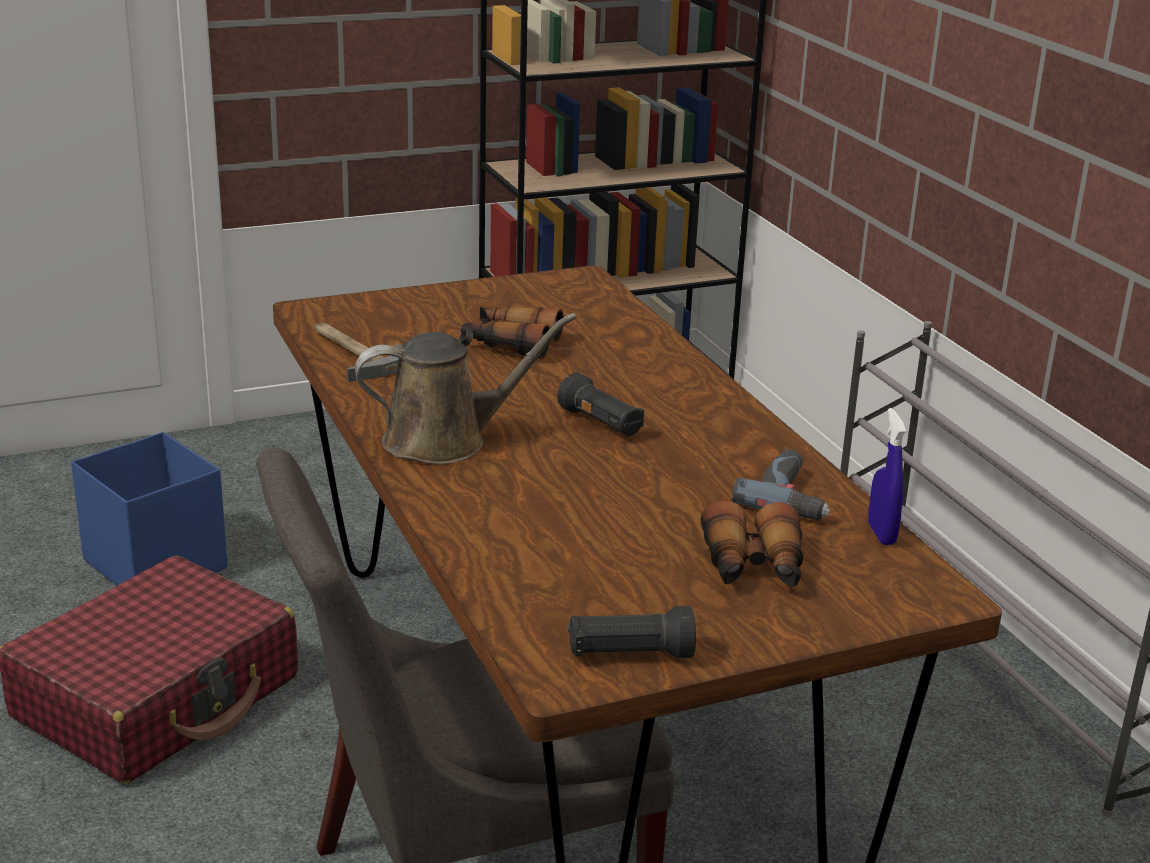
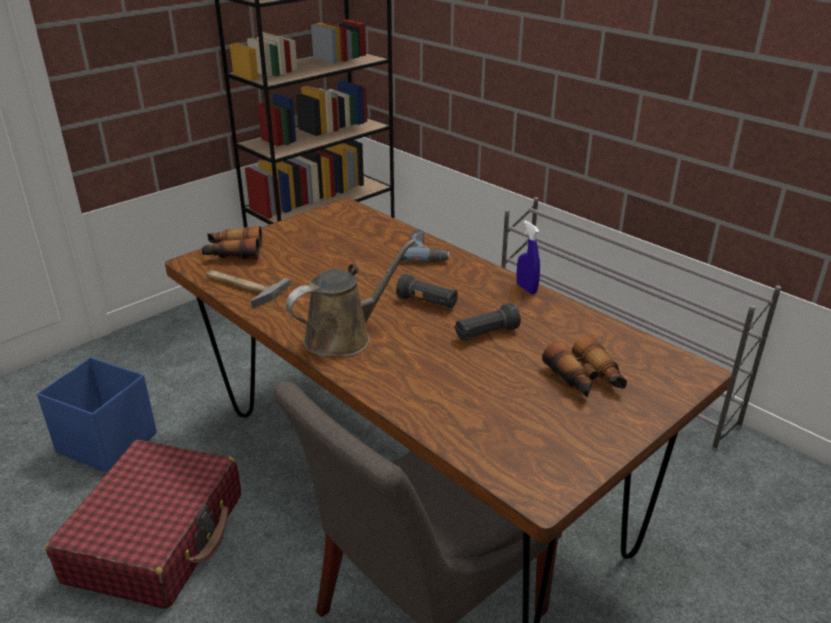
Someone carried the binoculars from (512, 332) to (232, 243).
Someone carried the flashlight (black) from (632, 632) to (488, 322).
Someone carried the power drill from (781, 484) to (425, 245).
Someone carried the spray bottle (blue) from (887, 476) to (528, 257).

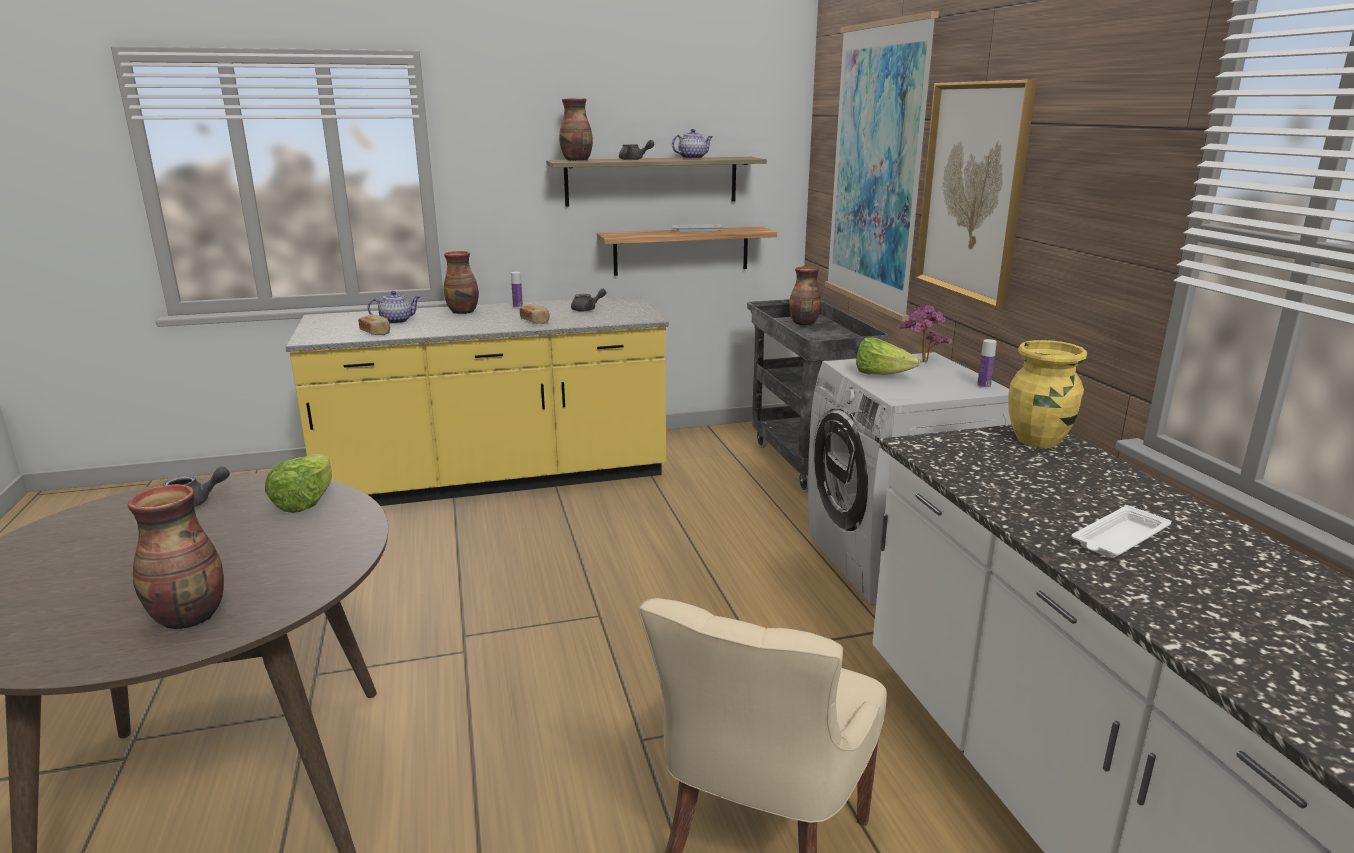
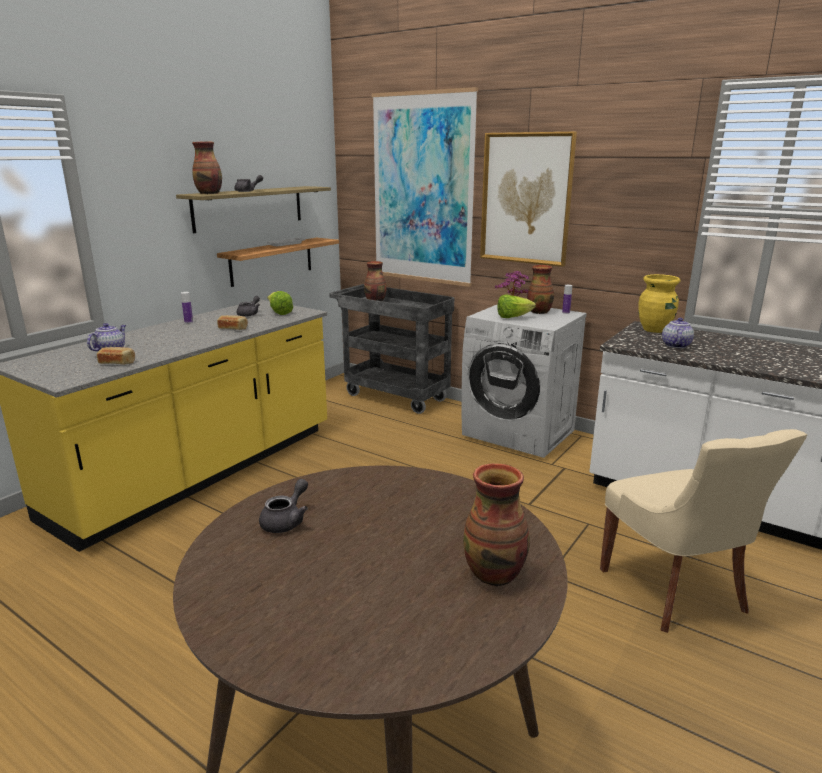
Someone took away the tray (white) at (1121, 531).
Someone carried the lettuce from (298, 483) to (280, 303).
Someone carried the vase from (461, 282) to (540, 289).
Someone carried the teapot from (692, 144) to (678, 333).

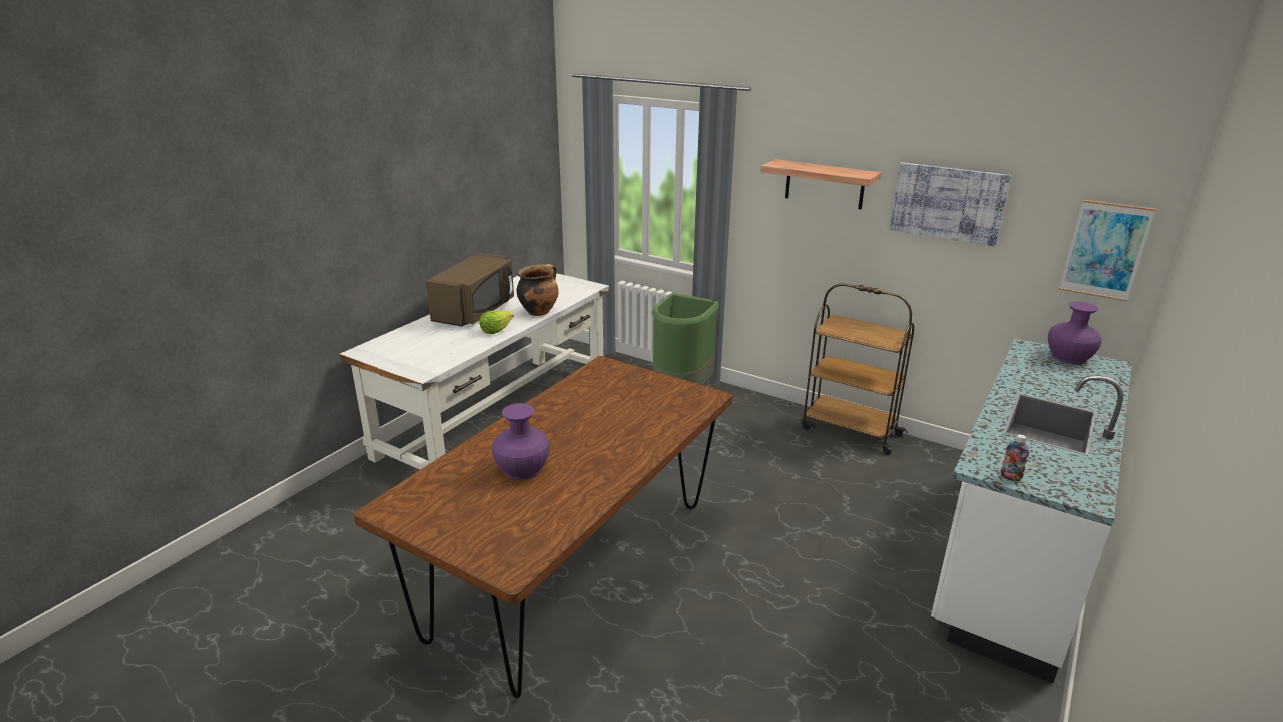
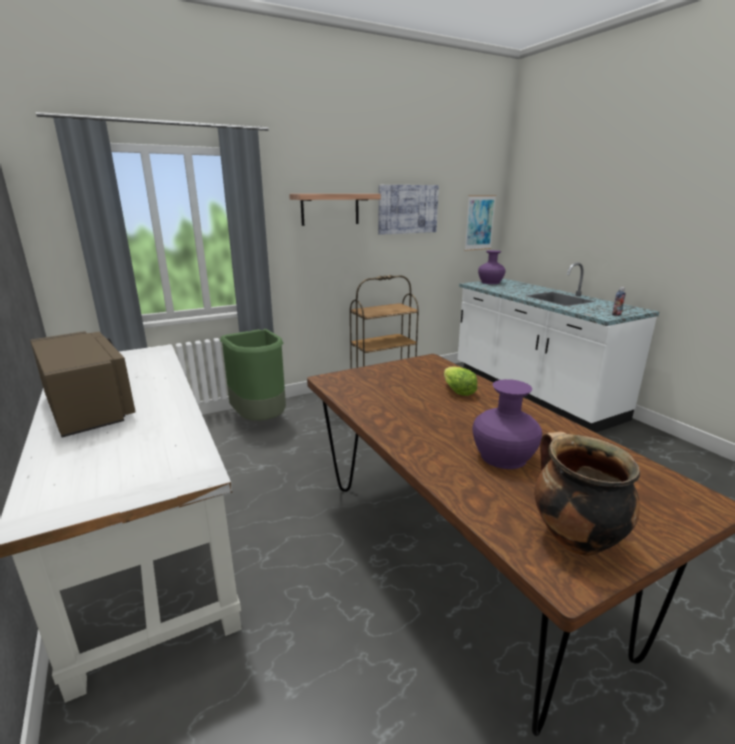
Someone carried the lettuce from (496, 322) to (460, 381).
Someone carried the cooking pot from (537, 290) to (587, 493).

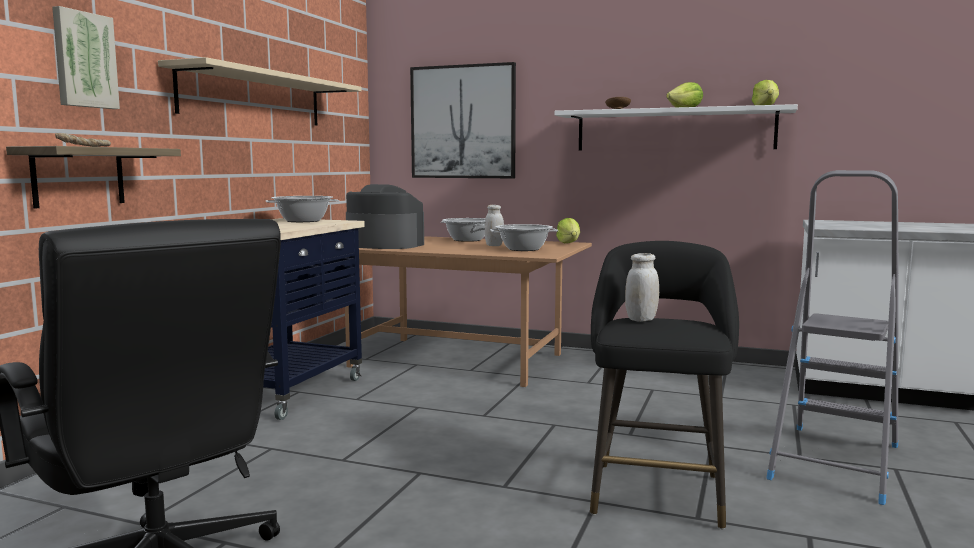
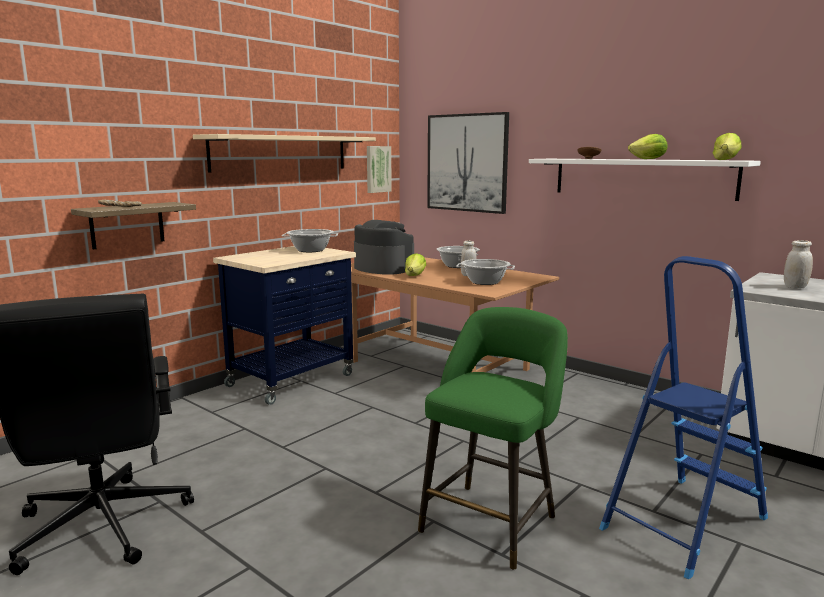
Someone carried the picture from (86, 57) to (379, 169).
Someone carried the lettuce from (568, 230) to (415, 264).
Someone carried the jar (white) from (642, 287) to (798, 264).
Someone repainted the stool (black) at (664, 385), which became the stool (green) at (493, 438).
Someone repainted the step ladder (grey) at (832, 337), which became the step ladder (blue) at (683, 417).

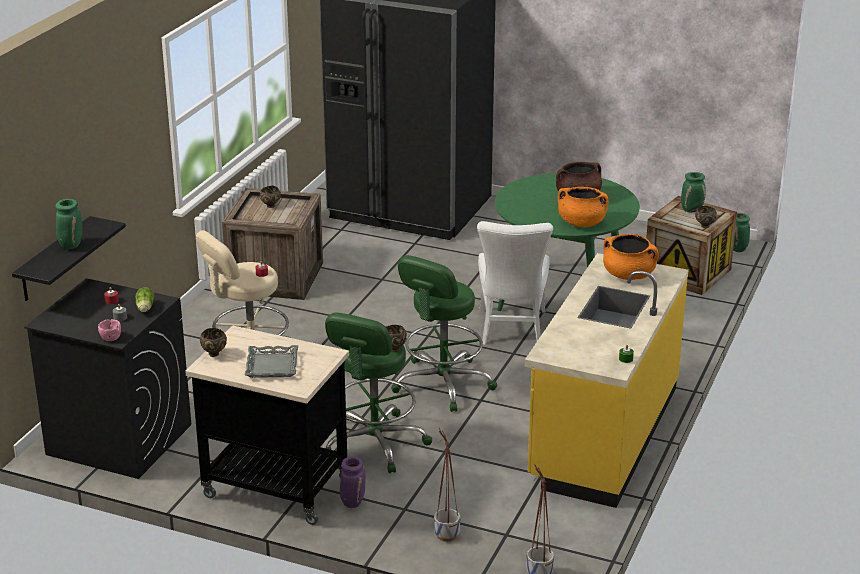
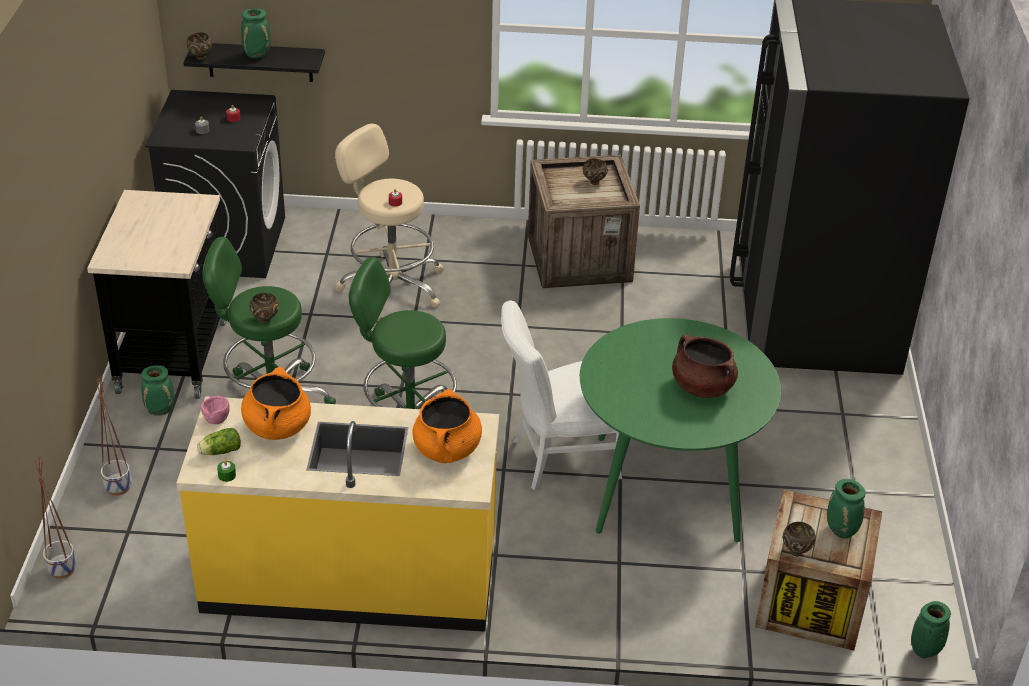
Someone took away the tray (grey) at (271, 361).
Someone carried the bowl (pink) from (109, 330) to (215, 410).
Someone carried the lettuce from (144, 299) to (219, 441).
Someone carried the bowl (brown) from (213, 342) to (199, 46).
Someone carried the cooking pot (orange) from (583, 207) to (276, 403).
Someone repainted the vase (purple) at (352, 482), which became the vase (green) at (158, 390).

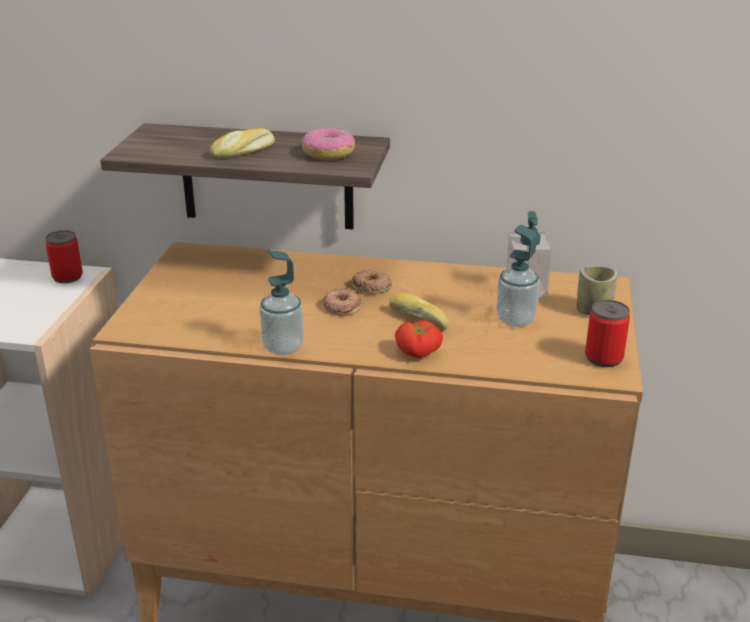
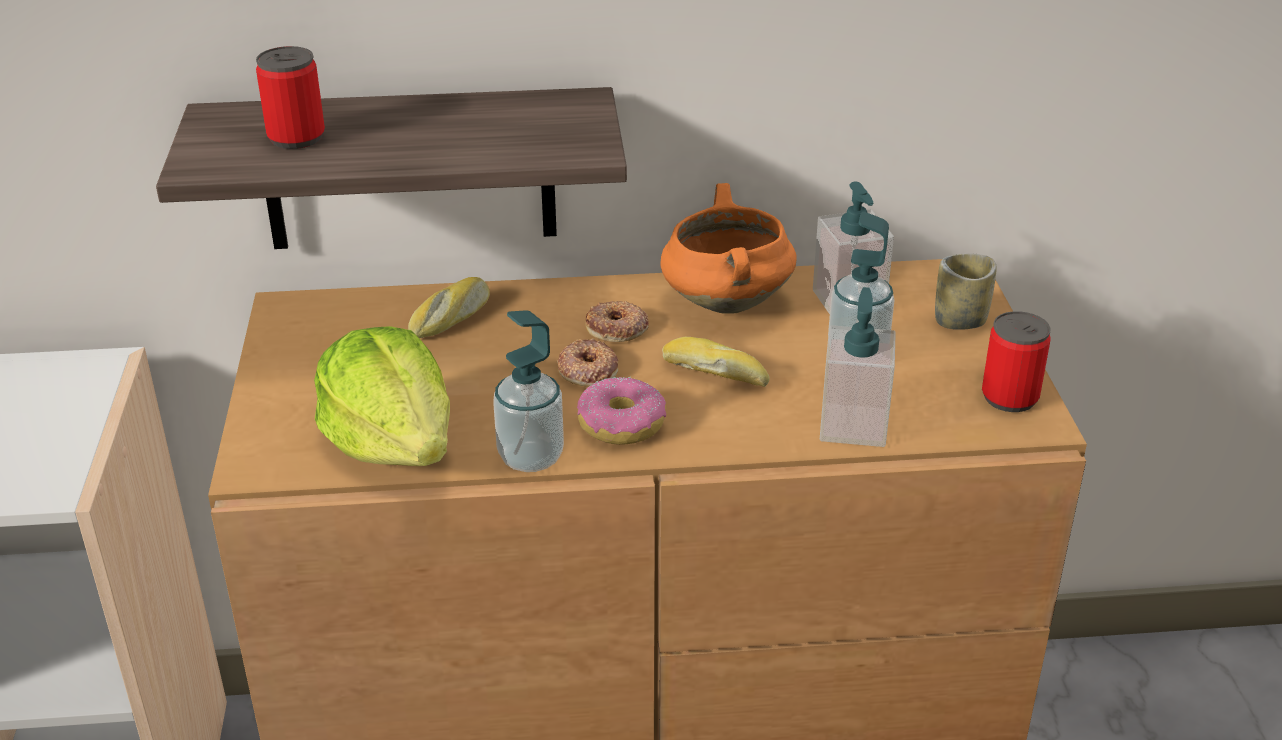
Someone took away the tomato at (419, 339).
Someone put down the lettuce at (382, 396).
Someone put down the cooking pot (orange) at (728, 248).
Someone put down the soap dispenser at (858, 367).
Someone carried the can from (64, 256) to (290, 97).
Someone carried the bread from (242, 143) to (449, 307).
Someone carried the donut from (328, 143) to (621, 411).

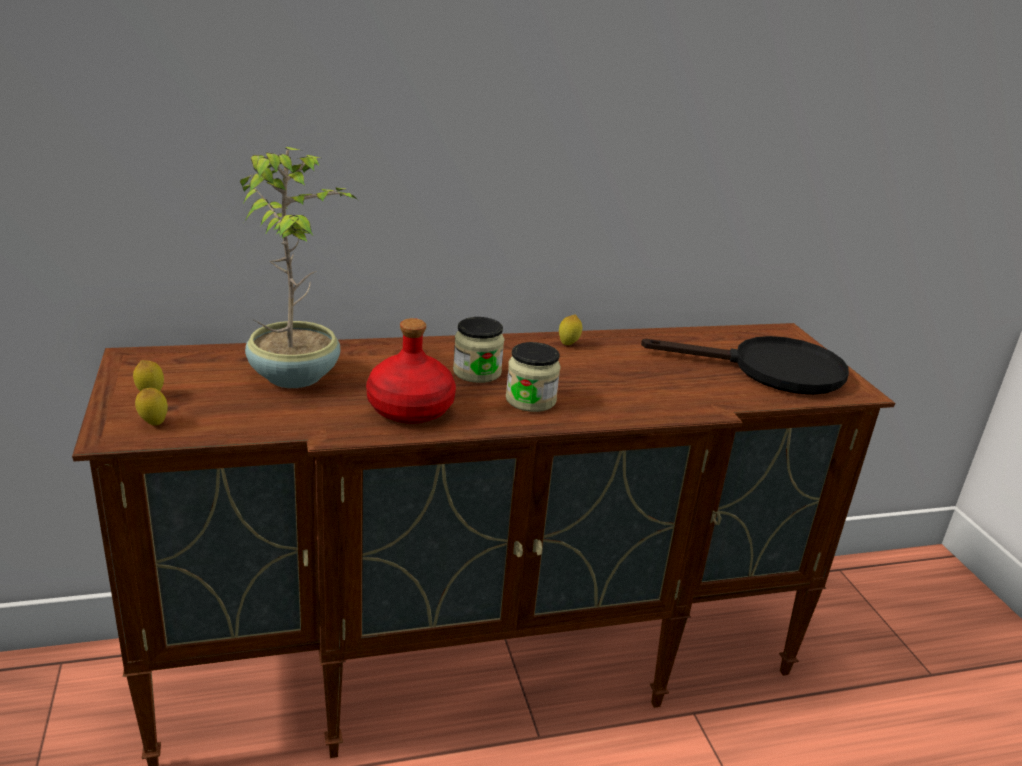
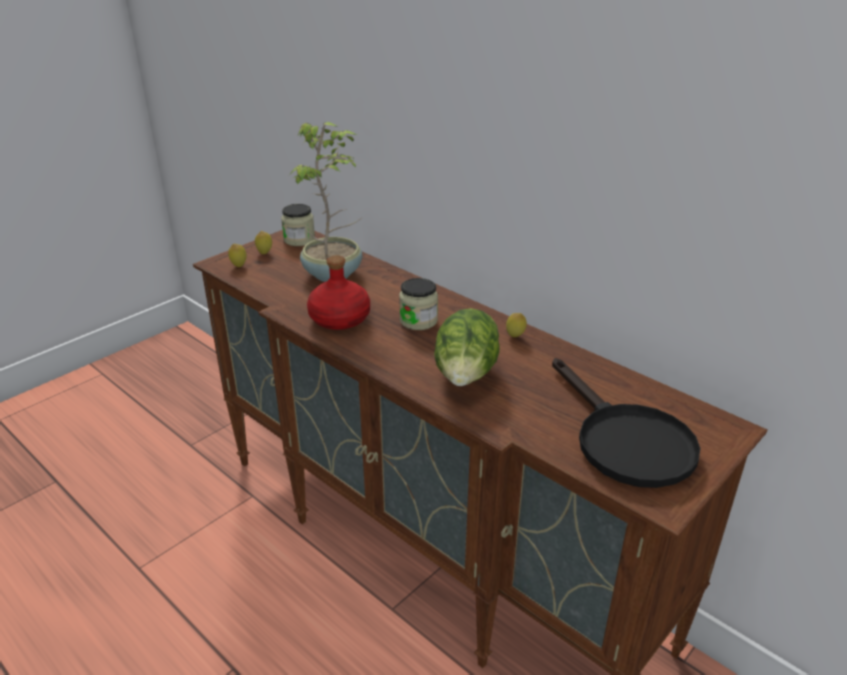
Someone put down the lettuce at (467, 347).
Someone carried the jar from (533, 377) to (298, 225).

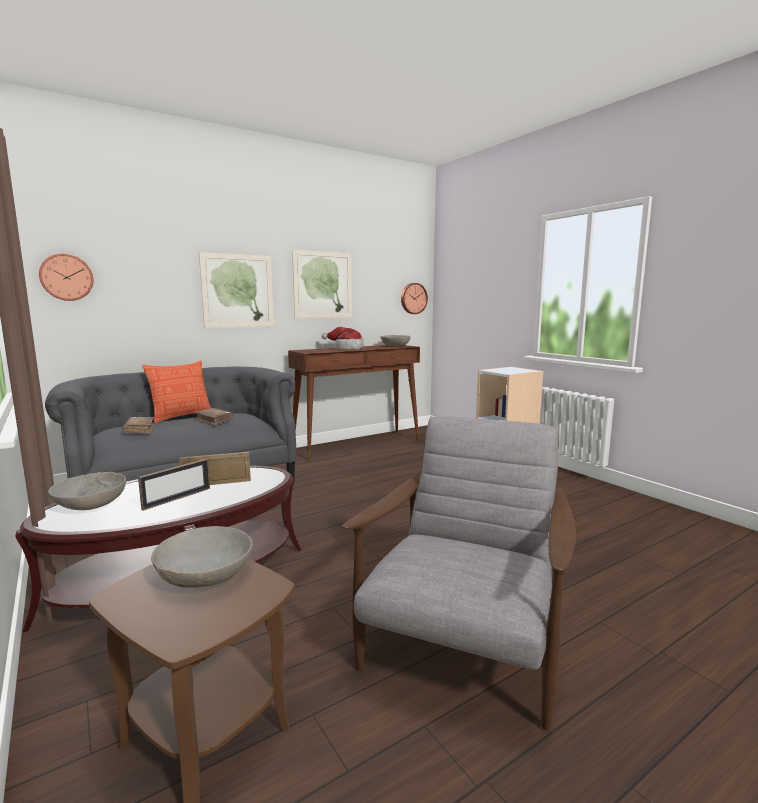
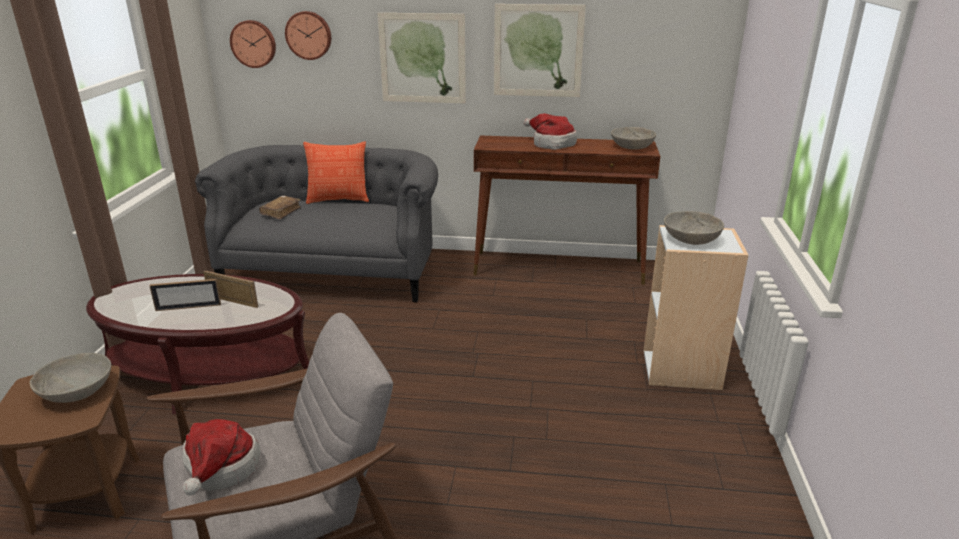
Someone took away the book (brown) at (214, 417).
Someone put down the hat at (221, 457).
Someone carried the bowl (grey) from (87, 491) to (694, 228).
Someone carried the wall clock from (414, 298) to (308, 35).

